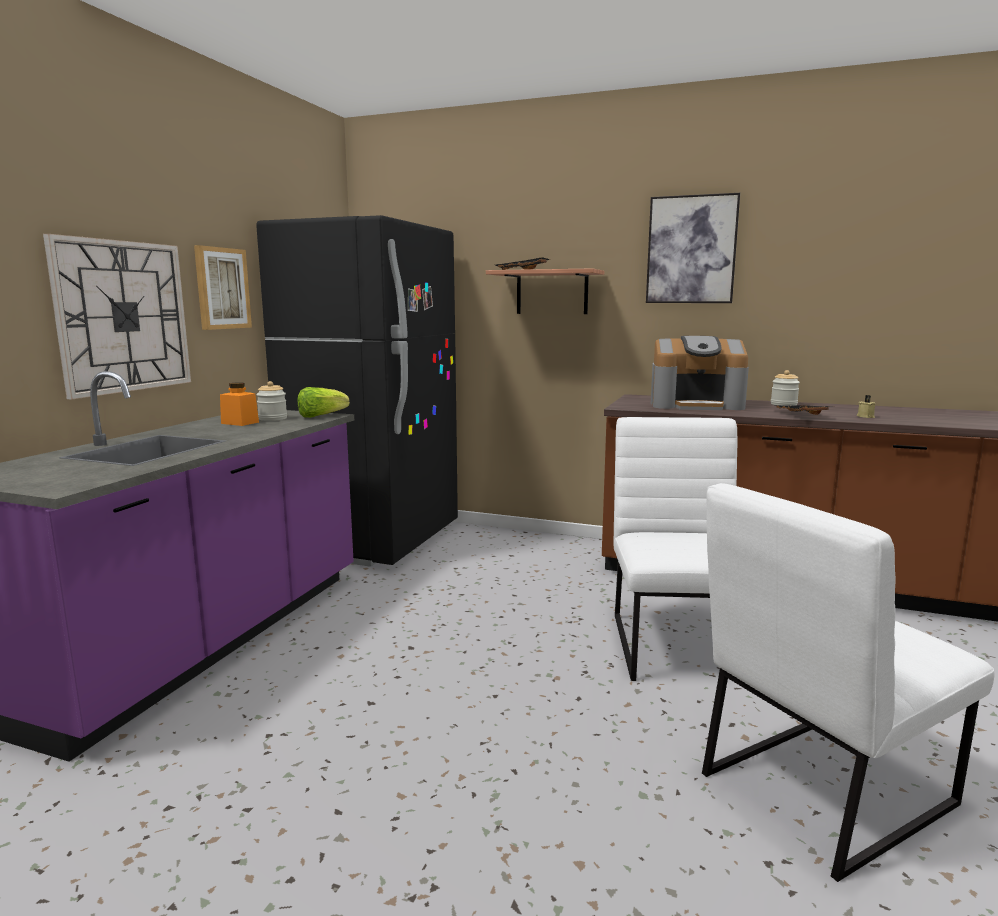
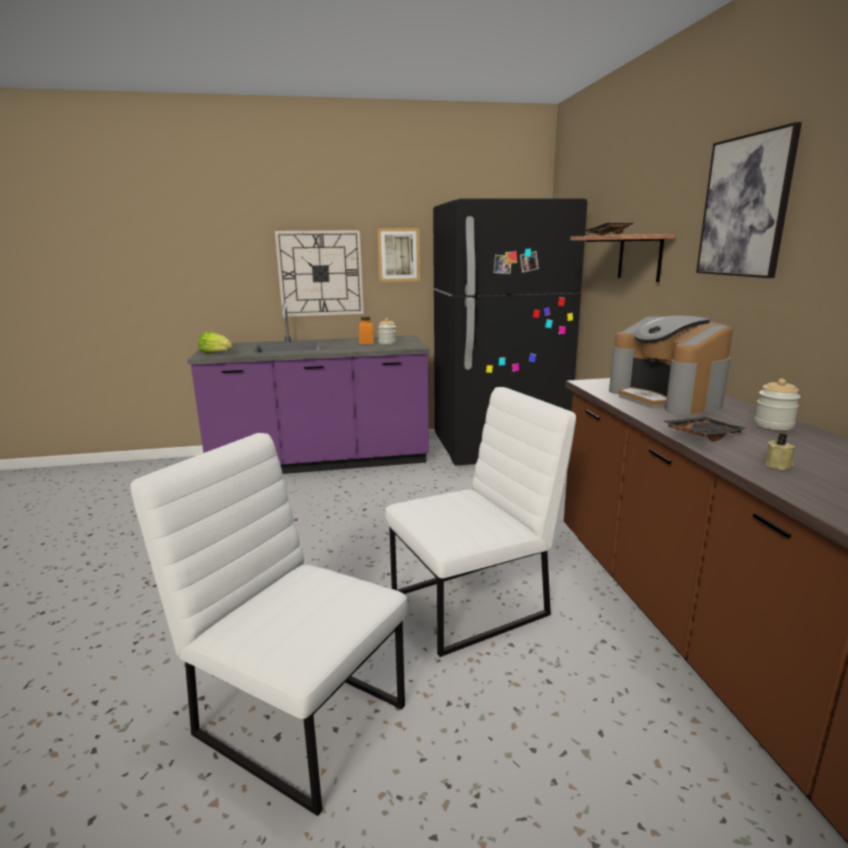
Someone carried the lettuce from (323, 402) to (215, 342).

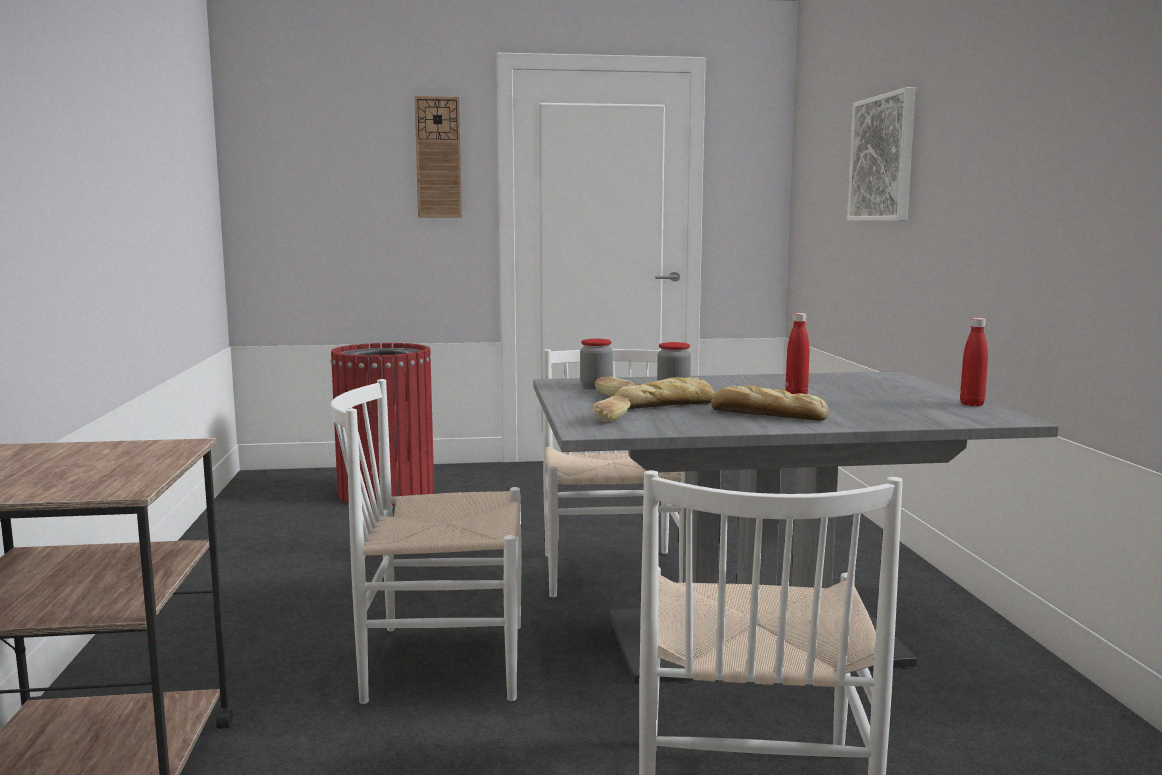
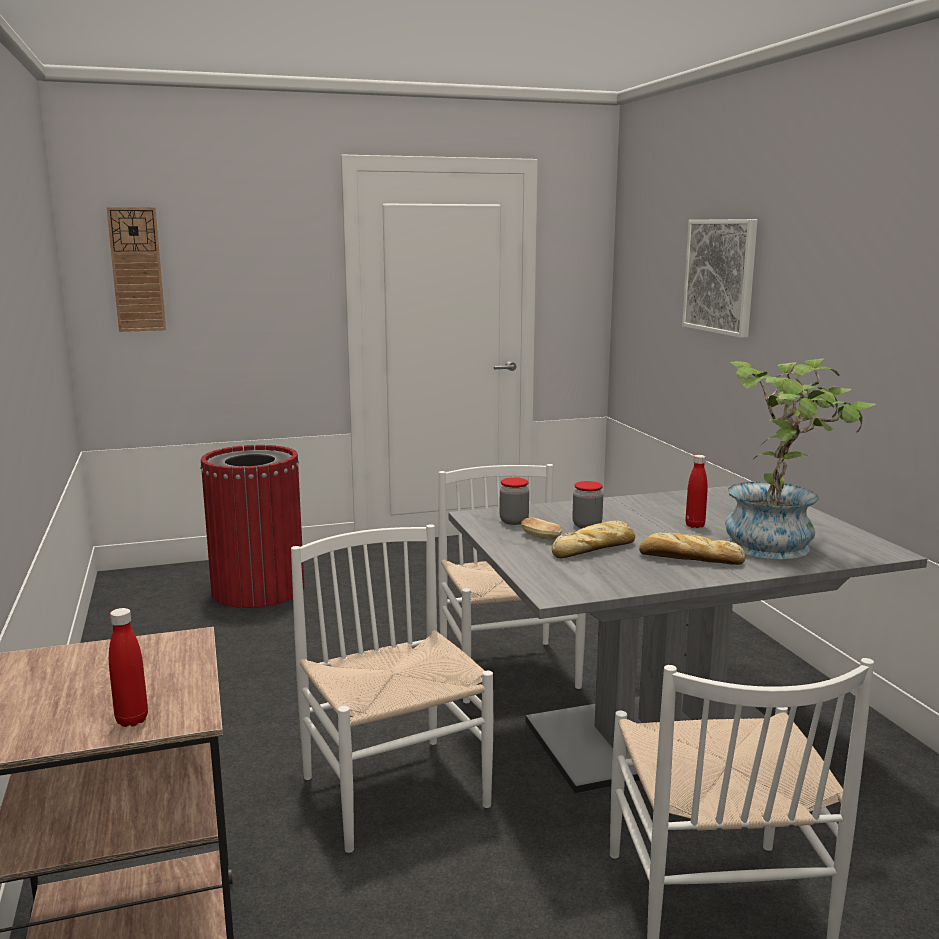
Someone took away the bread at (611, 409).
Someone put down the potted plant at (800, 458).
Someone carried the wall clock from (438, 157) to (136, 269).
Someone carried the bottle (red) from (974, 362) to (128, 667).
Someone rotated the chair (white) at (426, 541) by 75 degrees clockwise.

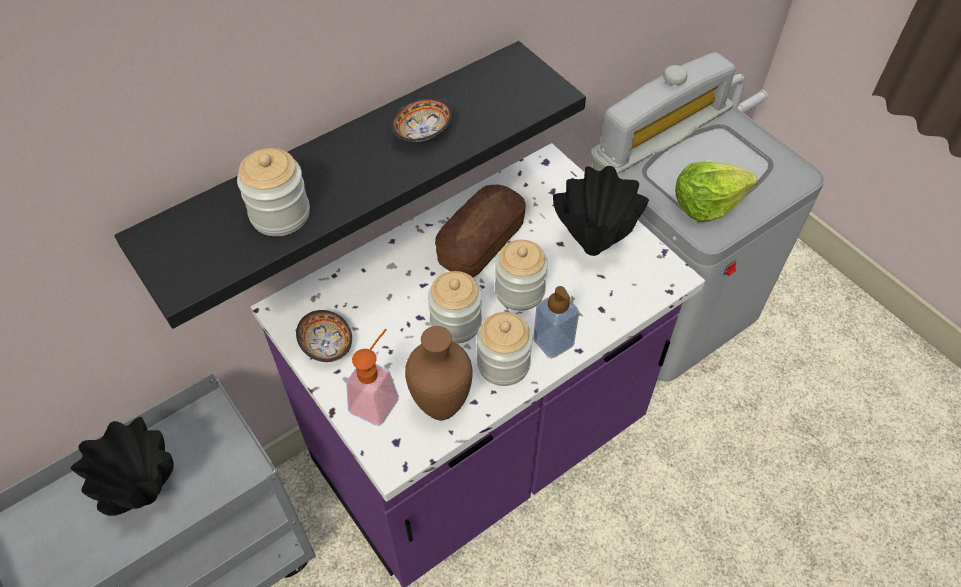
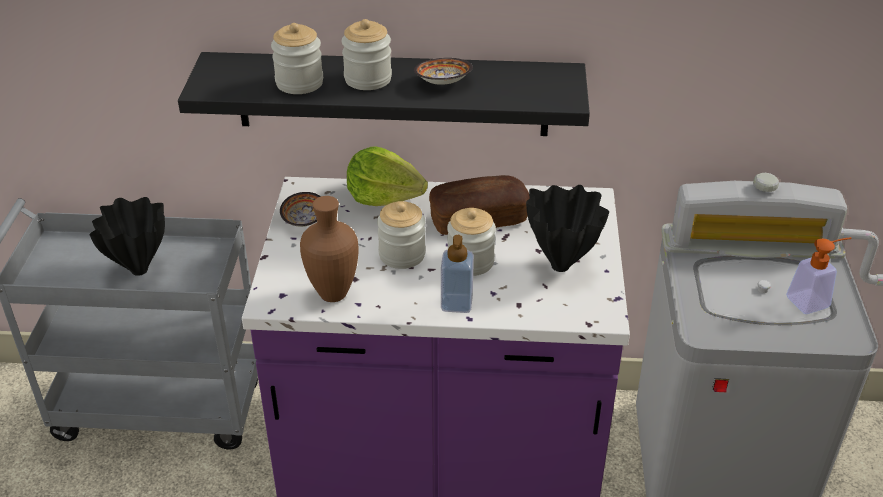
Someone carried the soap dispenser from (372, 377) to (818, 275).
Someone carried the jar from (505, 349) to (367, 54).
Someone carried the lettuce from (716, 191) to (387, 176).

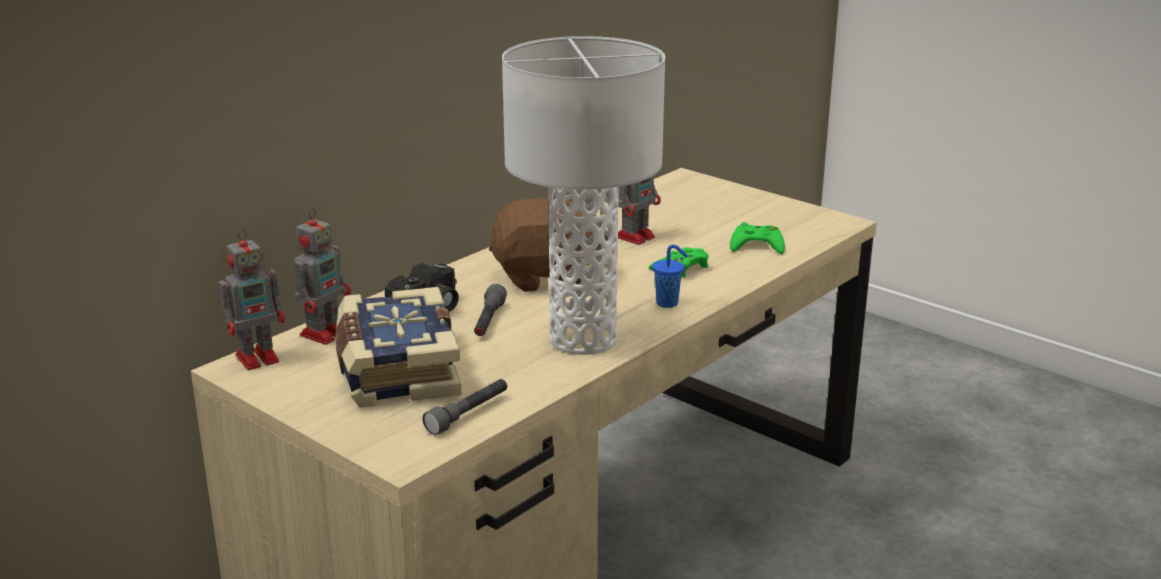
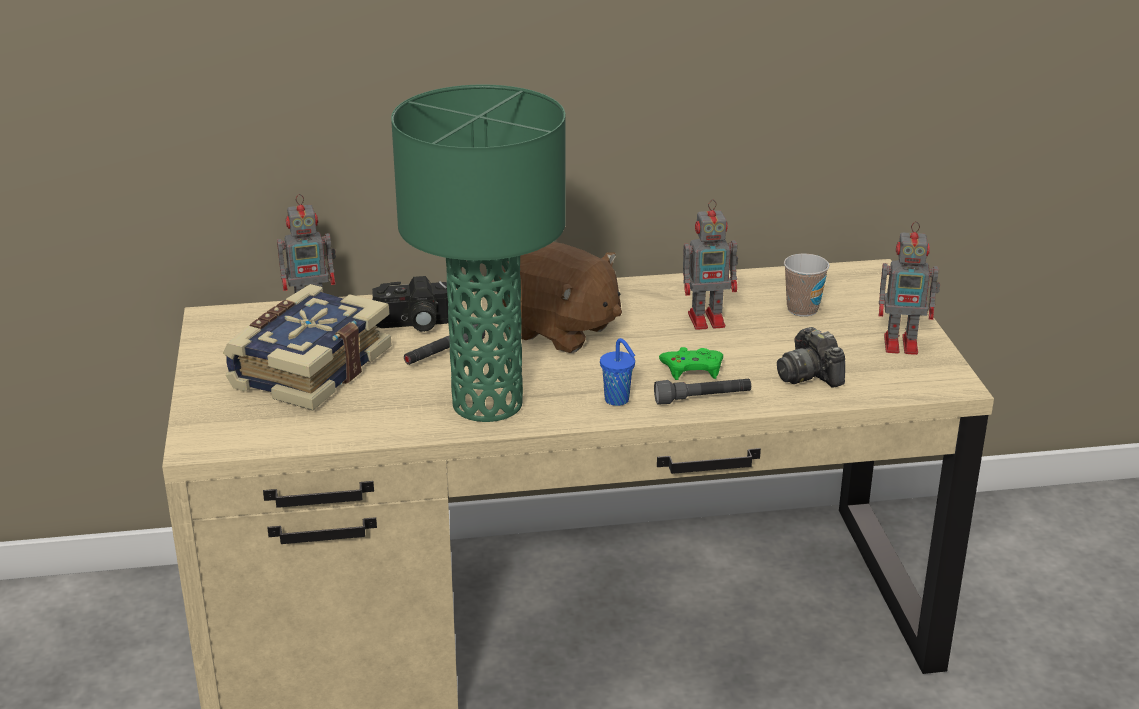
Someone put down the cup at (806, 285).
Someone carried the toy robot from (252, 299) to (909, 288).
Someone carried the flashlight (grey) from (465, 407) to (702, 391).
Someone swapped the game controller (green) at (757, 238) for the photo camera at (811, 357).
Someone repainted the table lamp (white) at (583, 195), which became the table lamp (green) at (478, 253).

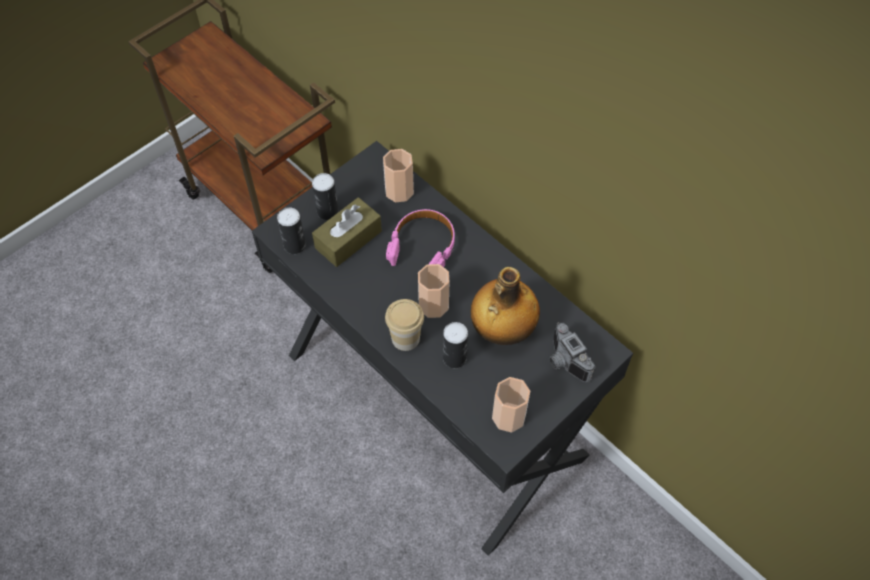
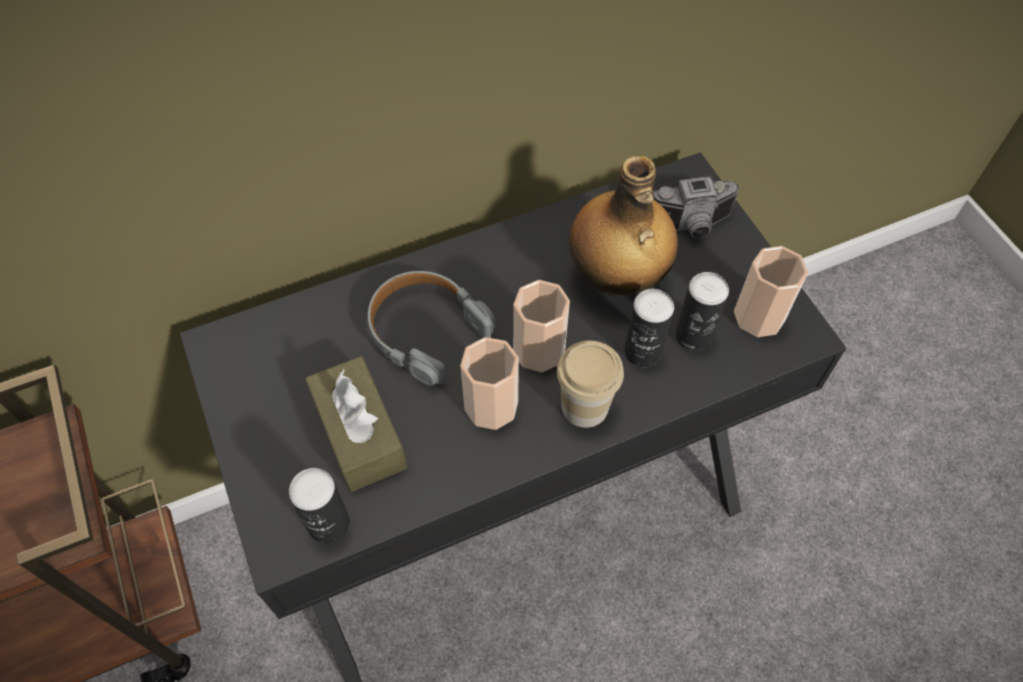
Someone carried the can from (325, 196) to (702, 311).
Someone carried the cup from (398, 175) to (489, 383).
Someone repainted the headphones (pink) at (420, 238), which became the headphones (grey) at (432, 328).

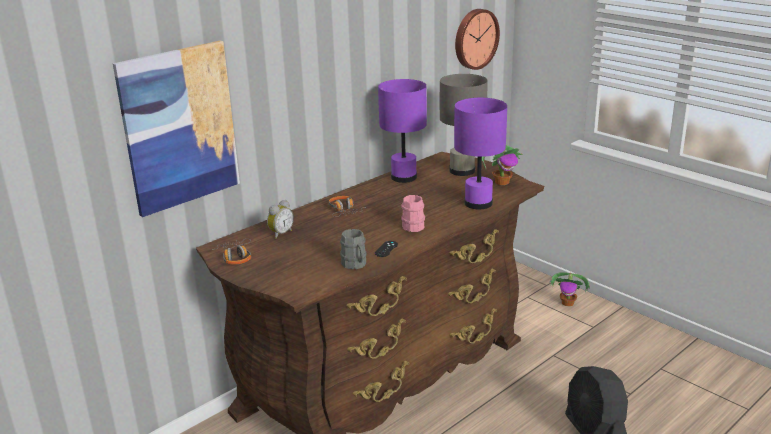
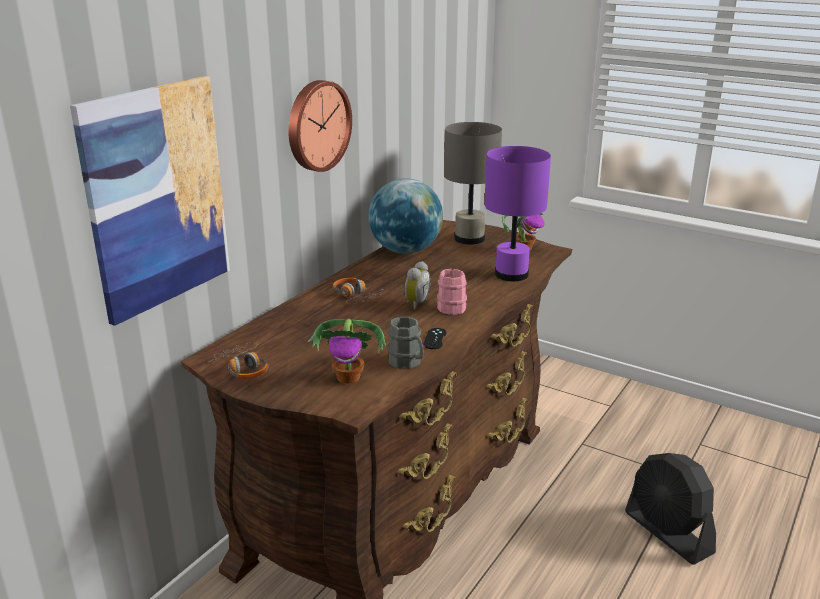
Someone carried the alarm clock from (280, 219) to (418, 285).
Someone carried the wall clock from (477, 39) to (320, 126).
Someone carried the potted plant from (569, 289) to (347, 351).
Someone swapped the table lamp (purple) at (402, 131) for the globe at (405, 216).

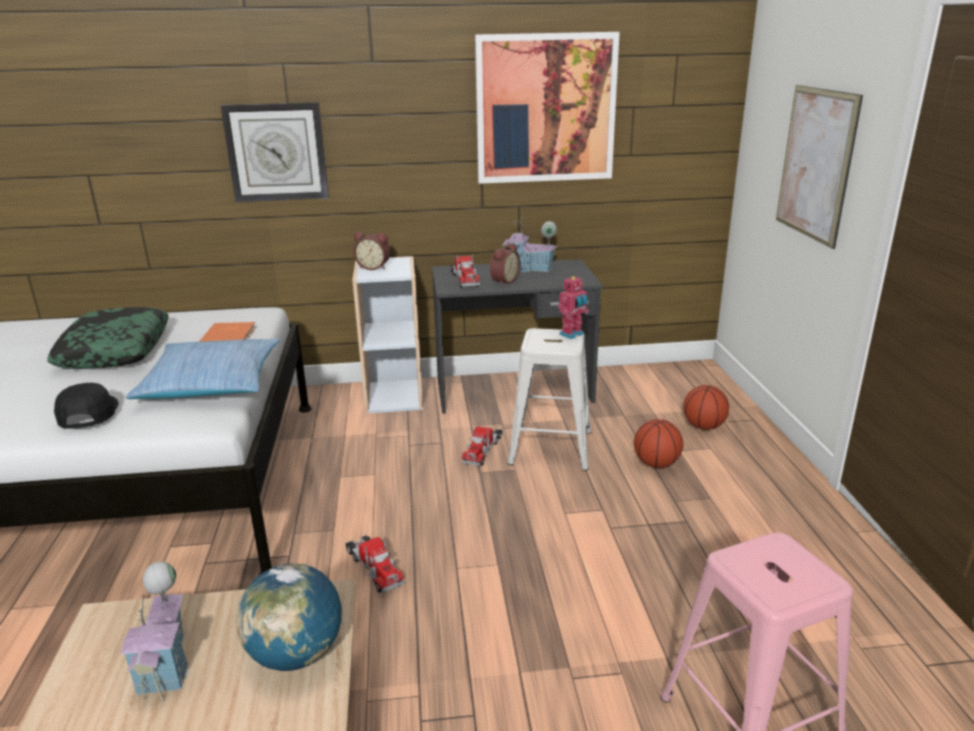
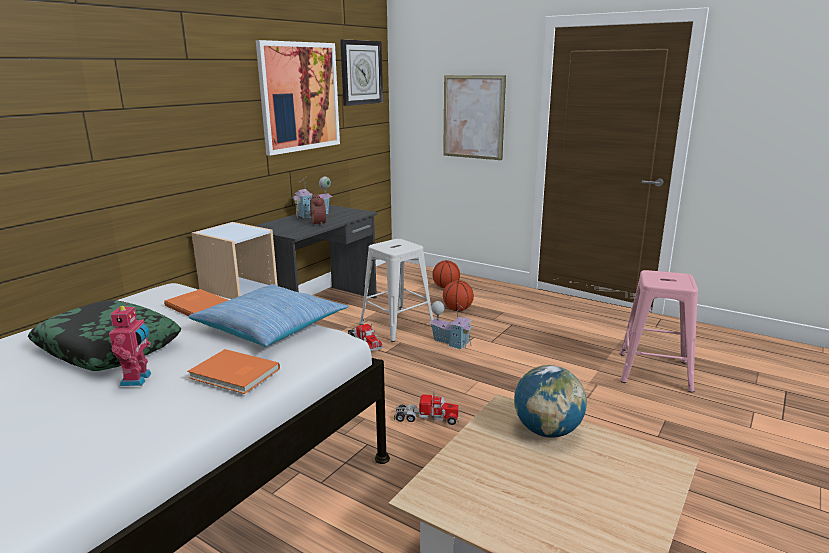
Someone took away the alarm clock at (372, 251).
Someone took away the toy truck at (465, 271).
Someone carried the toy house from (154, 631) to (451, 325).
Someone carried the wall clock from (275, 152) to (361, 72).
Someone carried the toy robot from (573, 307) to (130, 344).
Someone swapped the cap (black) at (86, 406) for the book (orange) at (233, 371).

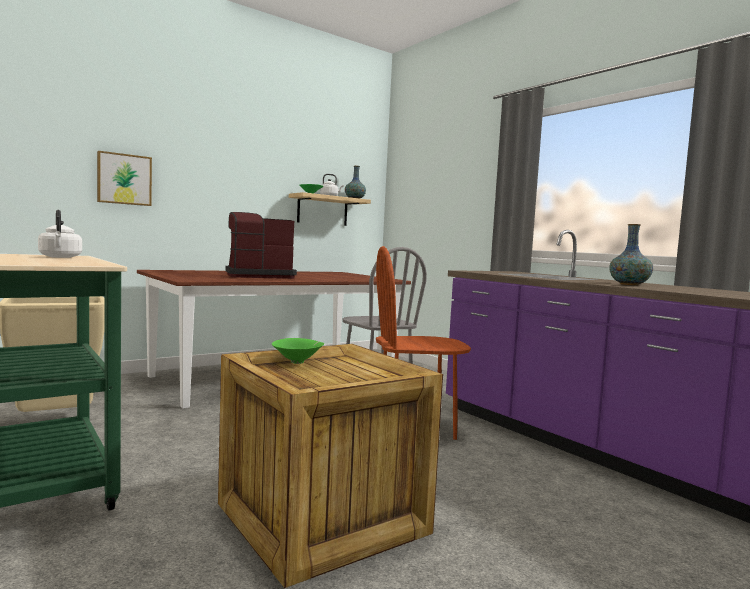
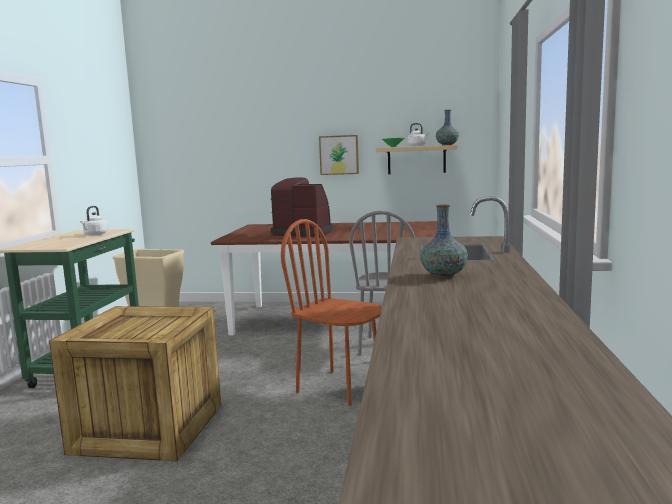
Someone took away the bowl (green) at (298, 351).
Someone carried the picture from (124, 178) to (339, 155).

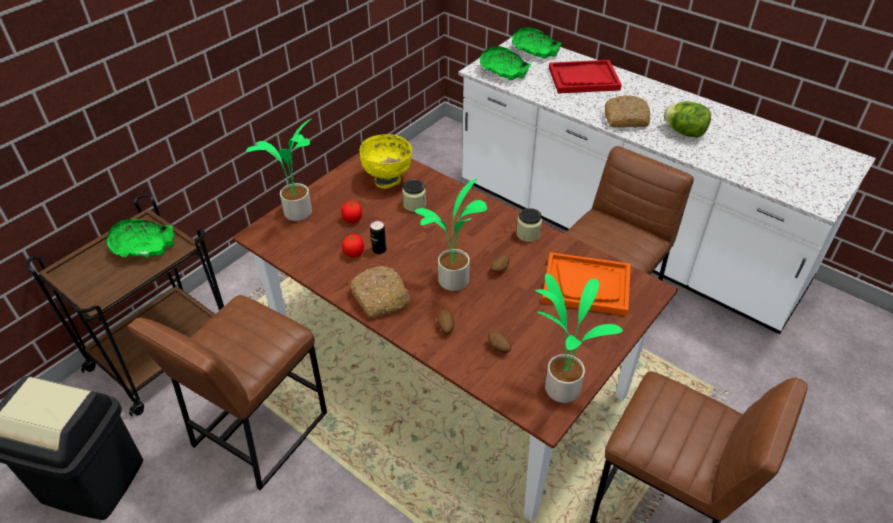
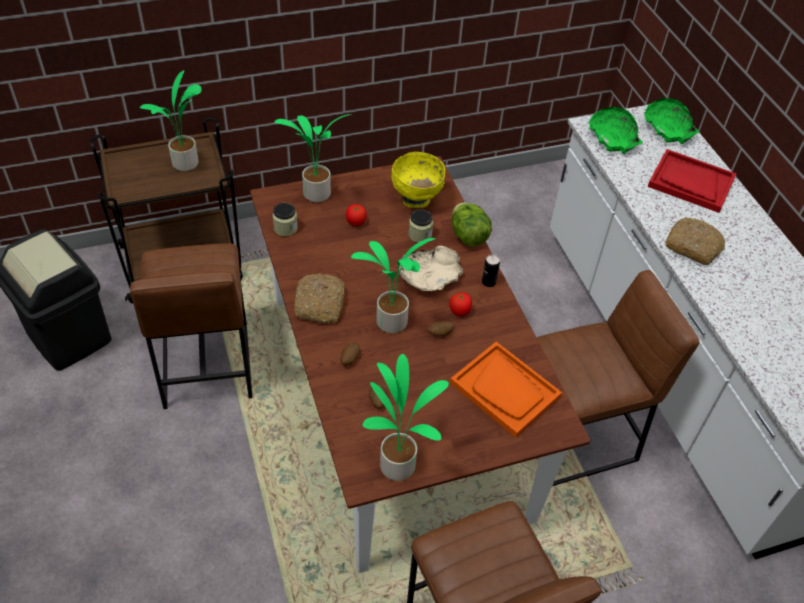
Someone put down the bowl (beige) at (431, 268).
Someone carried the tomato from (353, 245) to (460, 304).
Someone carried the can from (378, 237) to (491, 271).
Someone carried the jar from (529, 225) to (285, 219).
Someone carried the lettuce from (687, 119) to (472, 225).
Someone swapped the bowl (green) at (140, 238) for the potted plant at (171, 120).
Someone rotated the chair (brown) at (227, 392) by 75 degrees counterclockwise.

